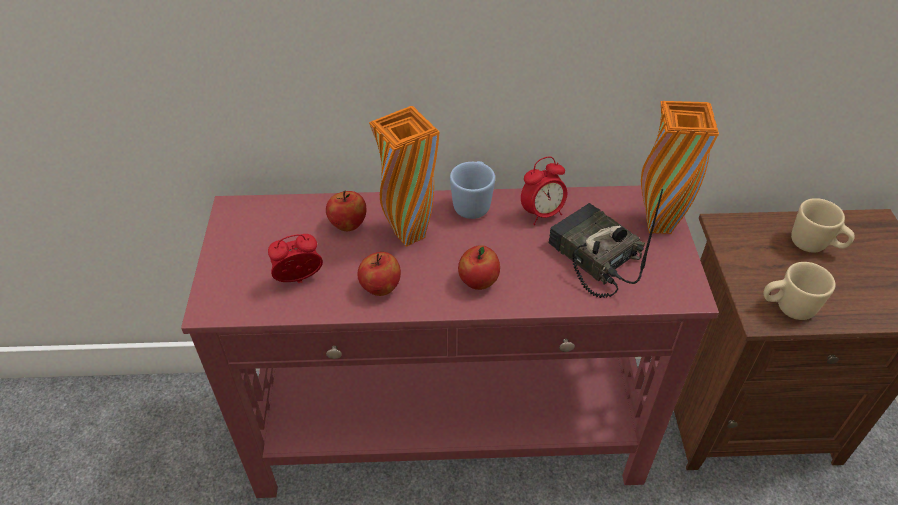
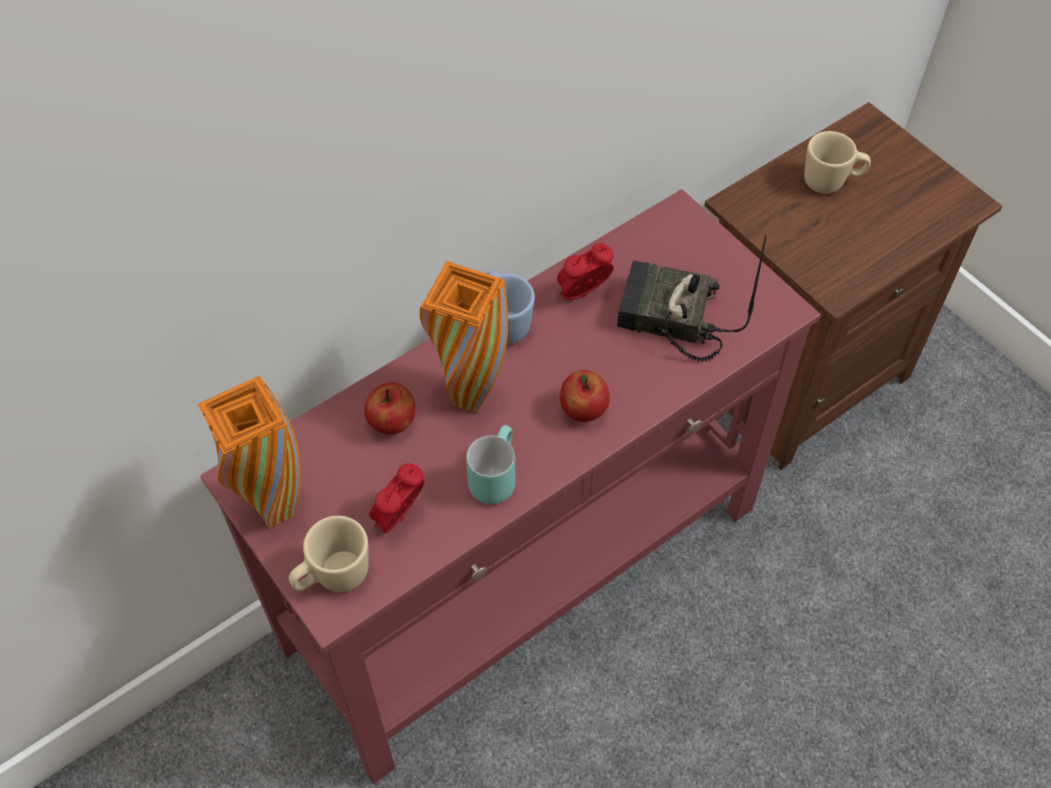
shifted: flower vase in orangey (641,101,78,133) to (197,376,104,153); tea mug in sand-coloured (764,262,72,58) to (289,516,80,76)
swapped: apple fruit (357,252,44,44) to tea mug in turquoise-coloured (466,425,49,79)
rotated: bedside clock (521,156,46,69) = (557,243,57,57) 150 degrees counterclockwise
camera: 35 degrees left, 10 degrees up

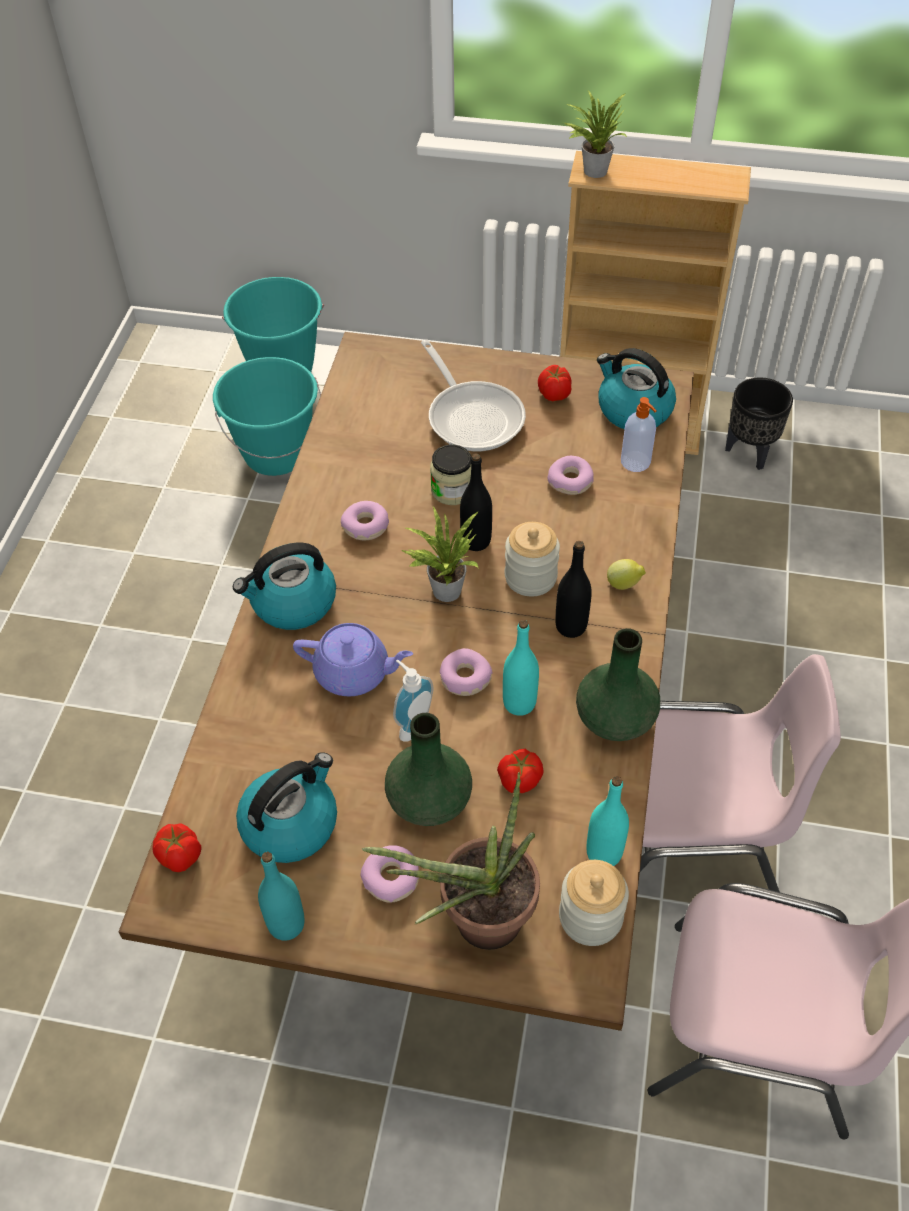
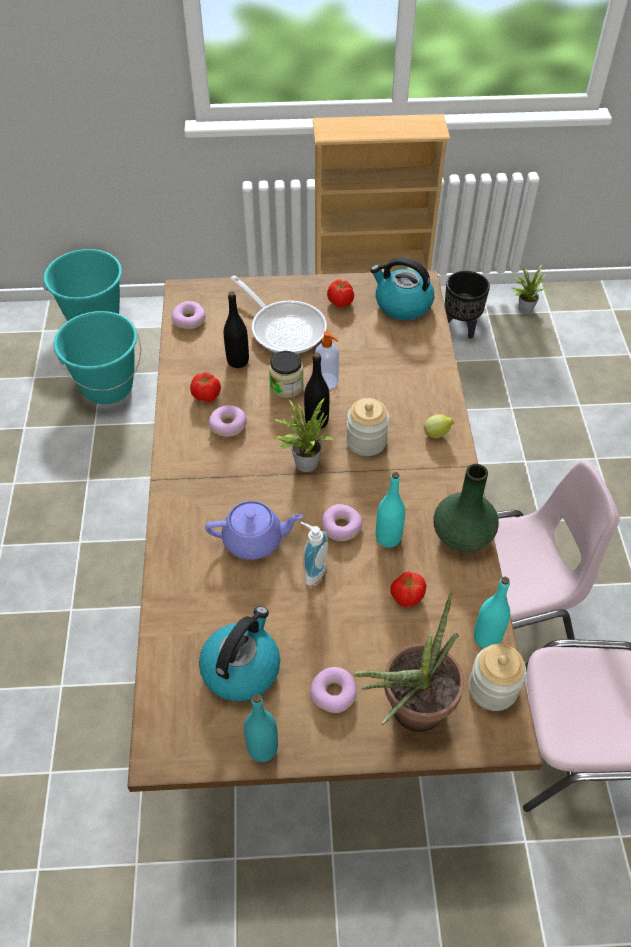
gone: kettle (233,543,103,87); flower vase in greenish (385,713,87,113)
shifted: whole tomato (152,823,50,49) to (190,372,31,30); donut (547,456,47,39) to (172,301,34,28); drink bottle in black (555,541,37,97) to (224,291,25,77); plant in a pot (564,91,63,87) to (512,264,37,50); soap bottle (621,397,36,75) to (315,331,24,58)
camera: 15 degrees left, 0 degrees up

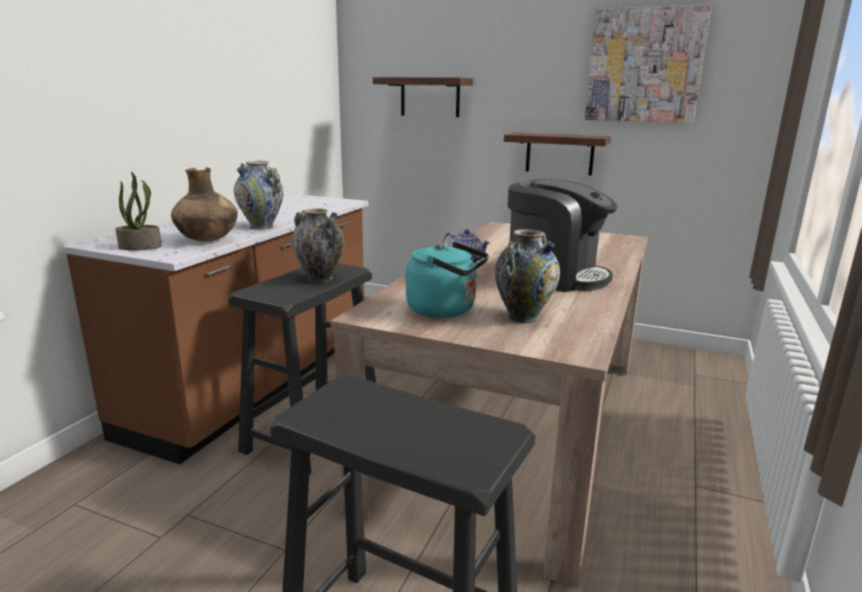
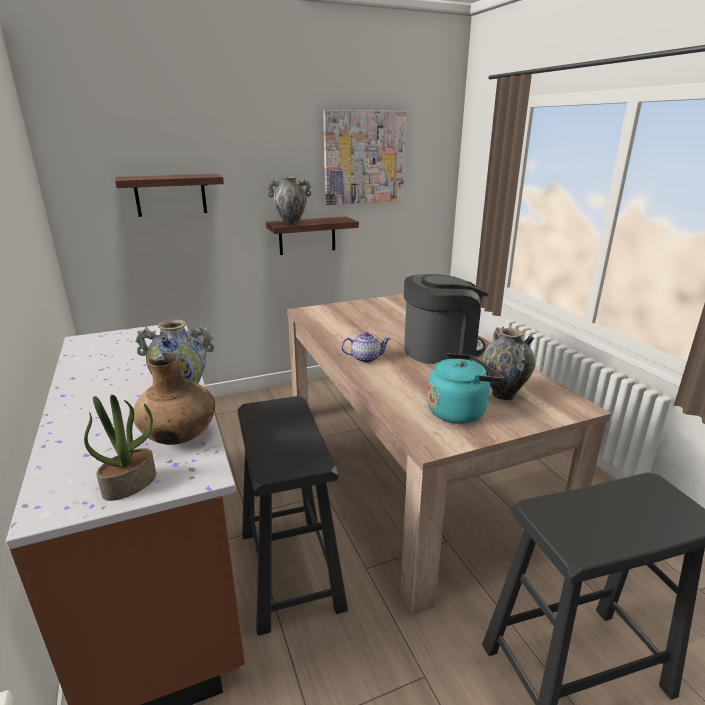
shifted: flower vase (292,208,52,75) to (267,176,44,49)
camera: 45 degrees left, 5 degrees up

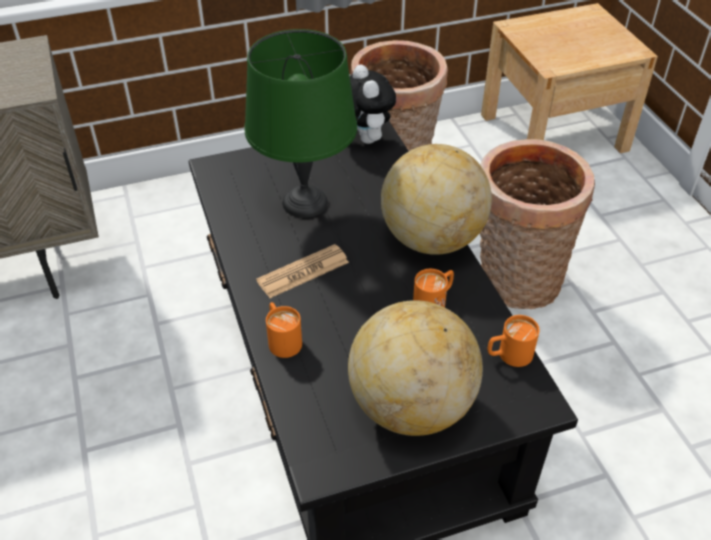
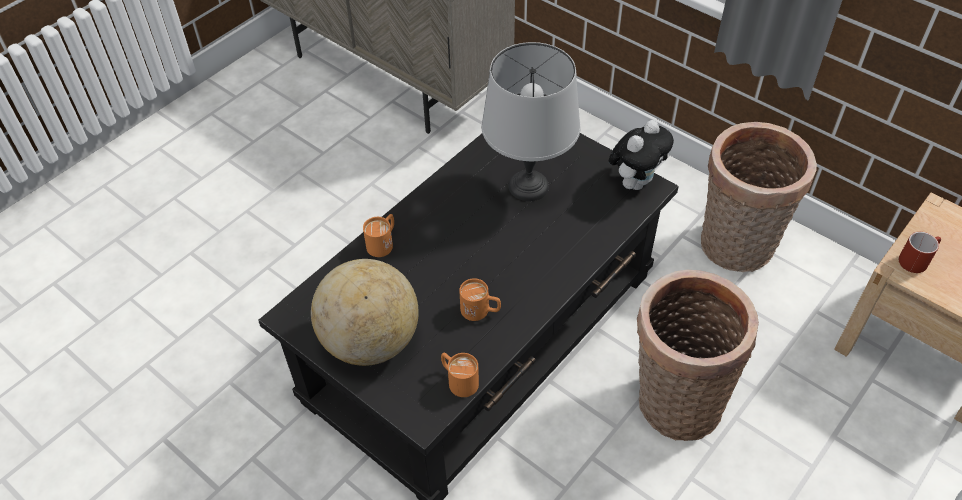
gone: daily paper (256,244,93,54); globe (381,144,111,111)
new: tea mug in red-coloured (899,232,42,41)
repainted: table lamp in greenish (244,29,113,189) to table lamp in gray (481,42,99,159)
camera: 60 degrees right, 5 degrees up

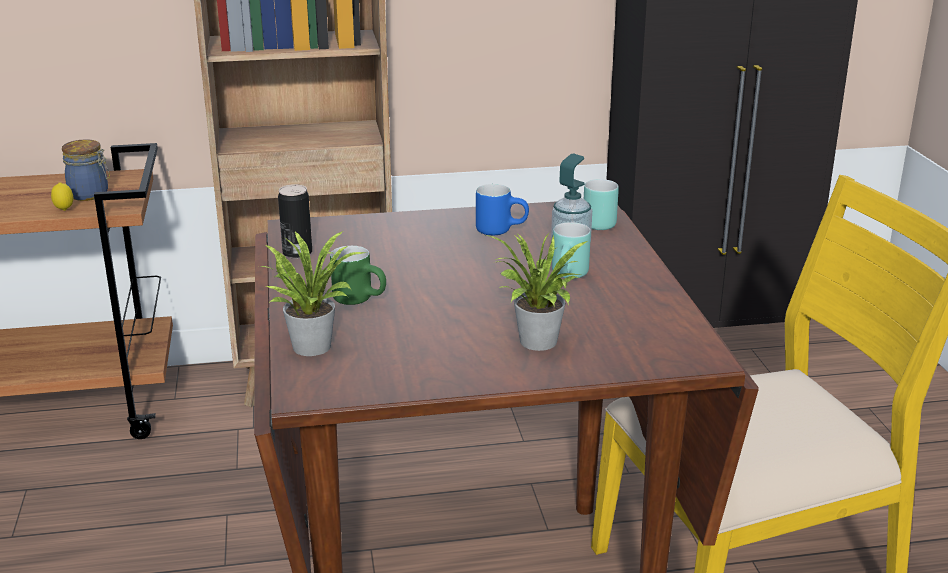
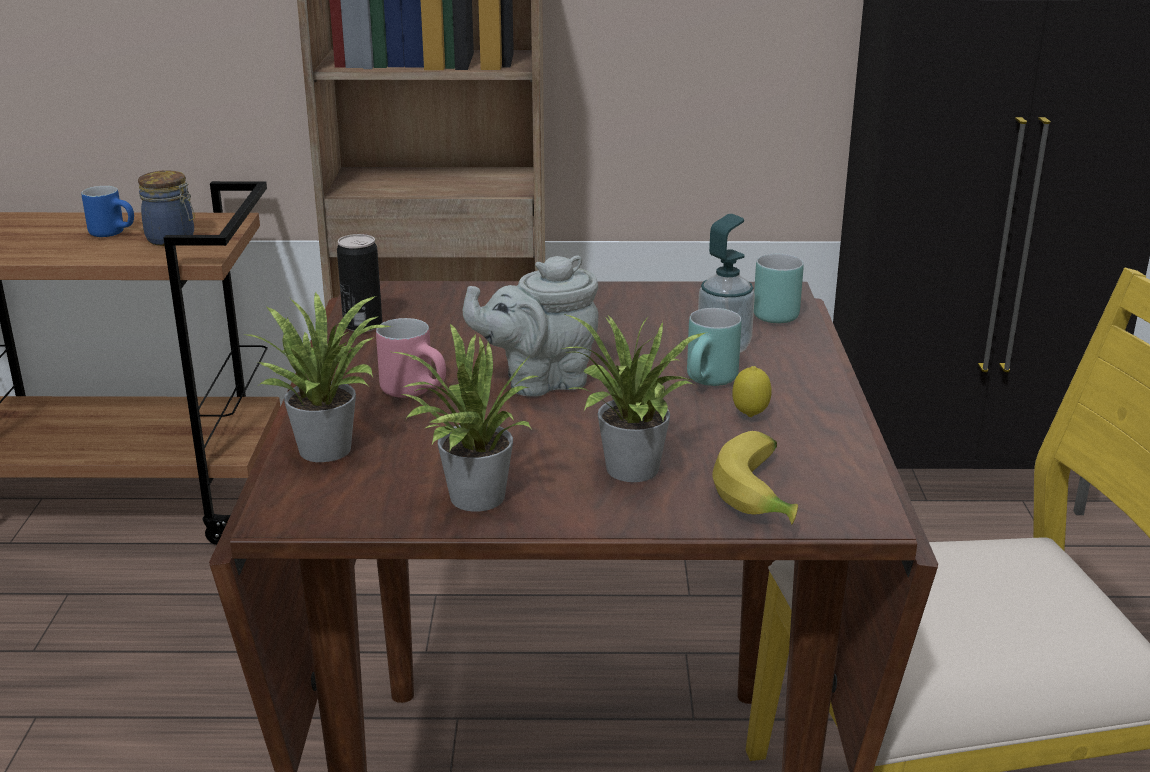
new: plant in a pot (389,323,150,189); teapot in gray (463,255,136,142); whole banana (712,431,86,93)
shifted: citrus fruit (51,182,22,29) to (732,366,40,51); tea mug in blue-coloured (476,184,53,52) to (82,186,52,51)
repainted: tea mug in greenish (330,246,56,59) to tea mug in pink (376,318,70,80)
camera: 10 degrees right, 0 degrees up

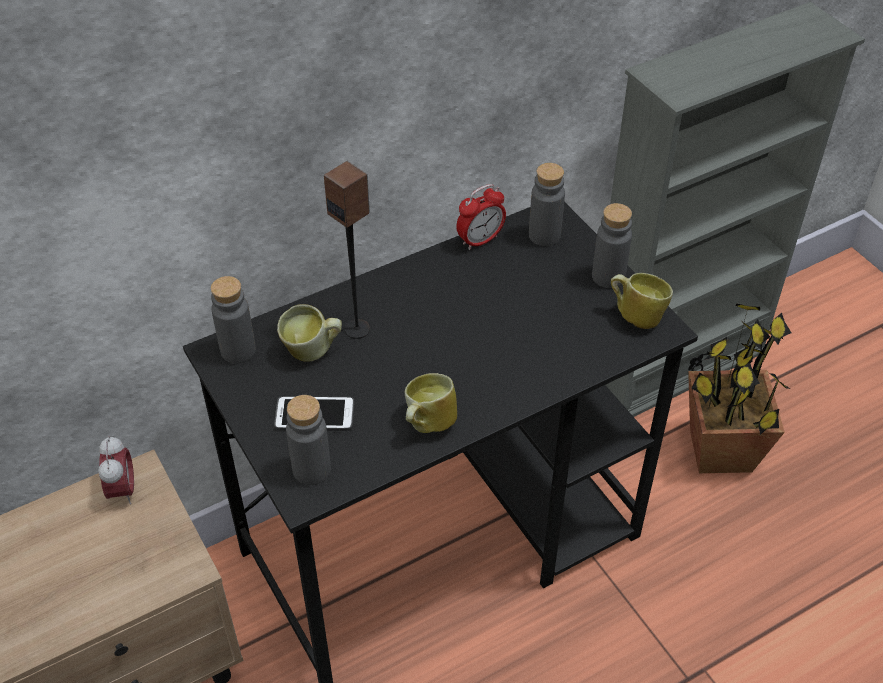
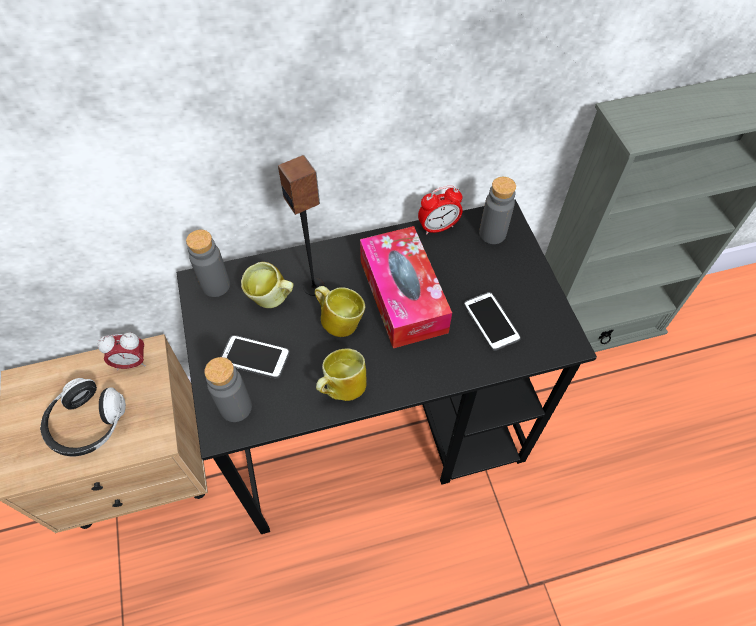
gone: drink bottle in gray (592,203,40,85); plant in a pot (688,303,104,170)
new: headphones (40,378,86,78); tissue box (360,226,92,122); handset (464,292,57,59)
shifted: tea mug (611,273,62,56) to (315,286,50,51)
rotated: bedside clock (98,436,36,68) = (97,333,49,37) 75 degrees clockwise
camera: 15 degrees right, 10 degrees up

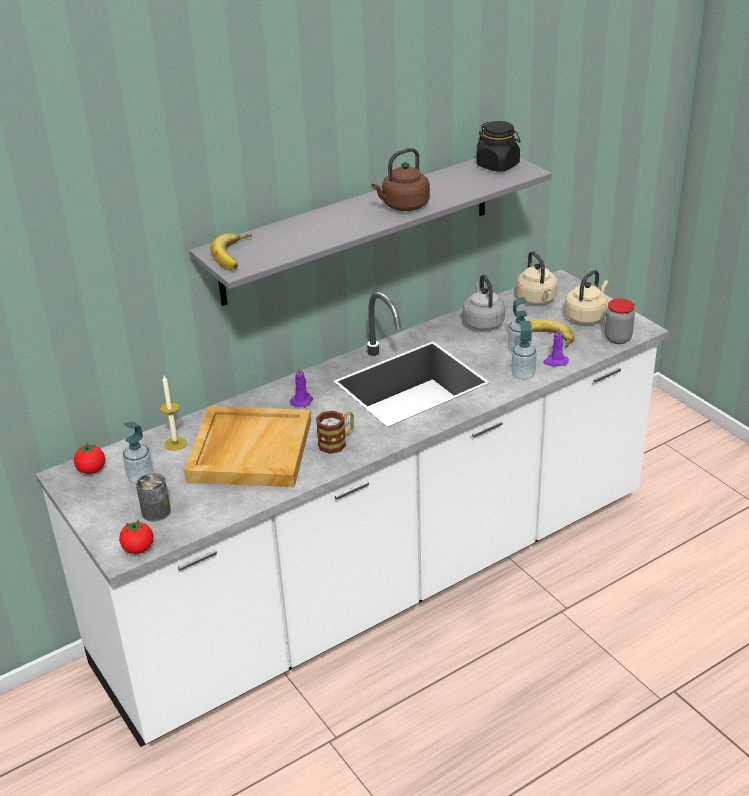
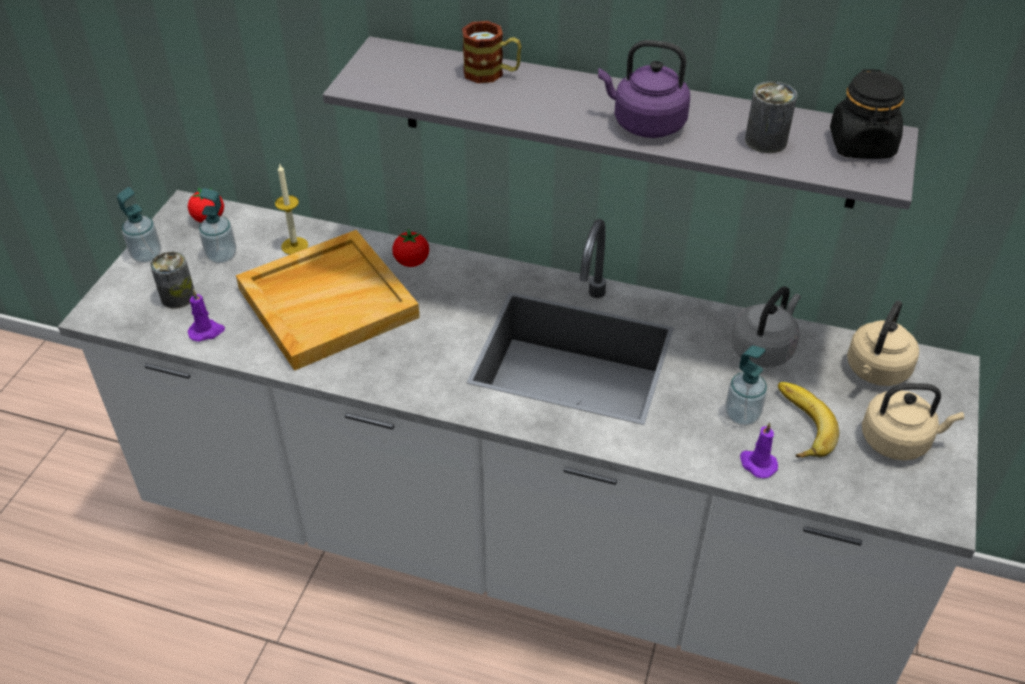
gone: whole banana (210,233,42,37); jar (605,298,30,46)
new: sealed can (745,81,52,72)
shifted: whole tomato (119,519,34,35) to (392,229,37,38); candle in purplish (290,367,23,40) to (188,289,37,53); tea mug (316,410,38,44) to (462,21,59,62); soap bottle (511,321,26,59) to (117,187,44,76)
repainted: kettle in brownish (371,148,59,63) to kettle in purplish (598,40,92,98)
camera: 50 degrees right, 10 degrees up

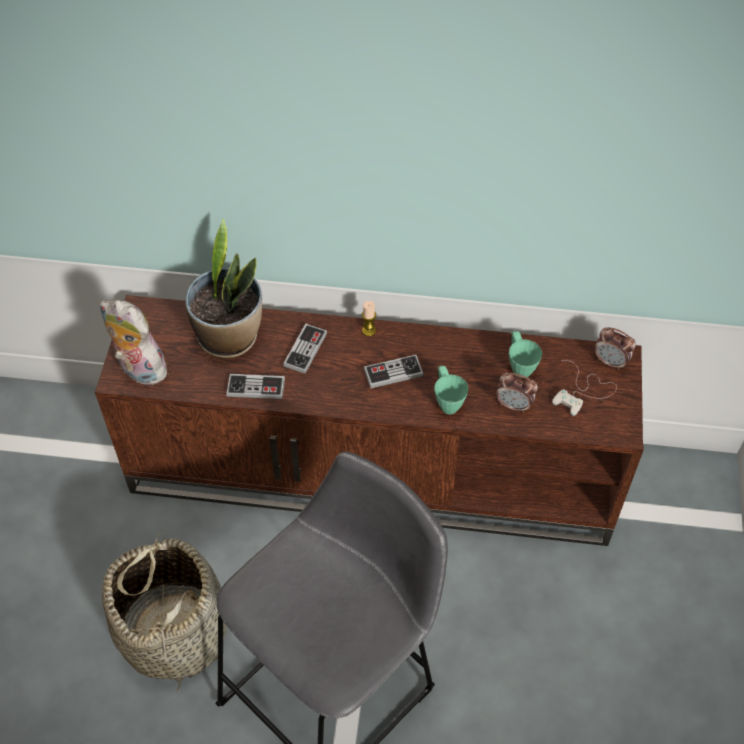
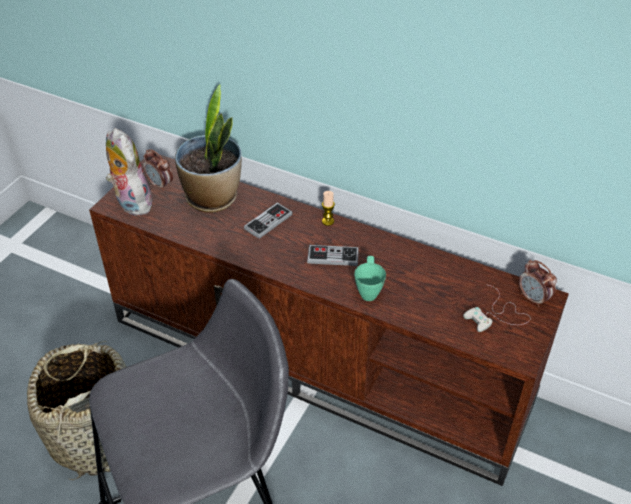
gone: gamepad (226,374,59,25); tea mug in greenish (509,331,33,48)
shifted: bedside clock (496,372,42,41) to (143,149,30,42)
camera: 20 degrees right, 10 degrees down

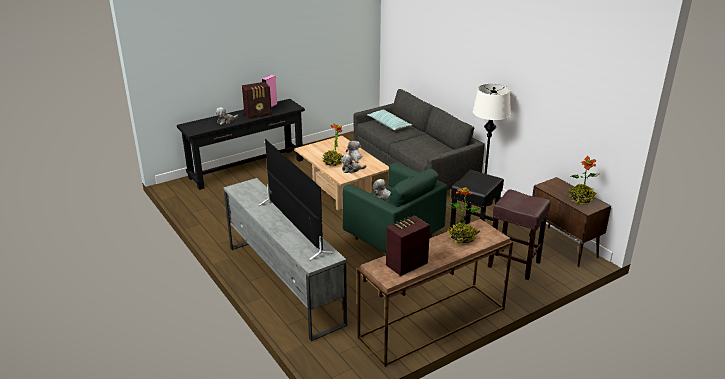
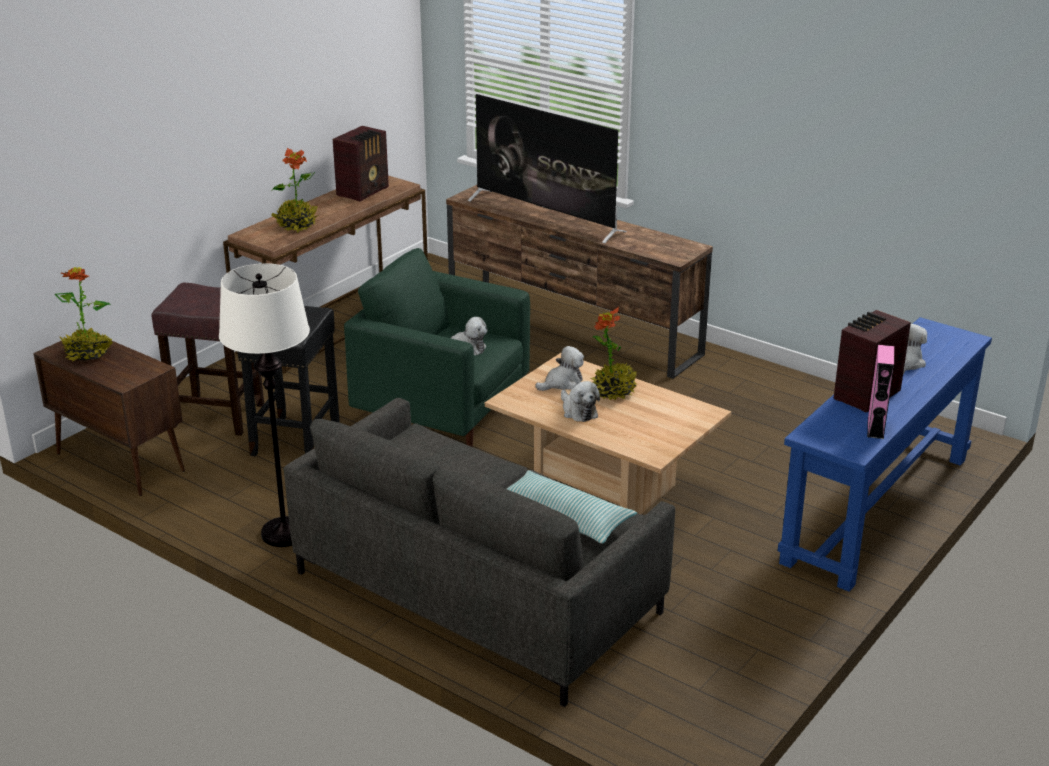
repainted: console table in black (177,99,128,91) to console table in blue-coloured (778,317,214,275); media console in gray (224,178,123,163) to media console in brownish (446,185,267,194)
camera: 160 degrees right, 0 degrees up

